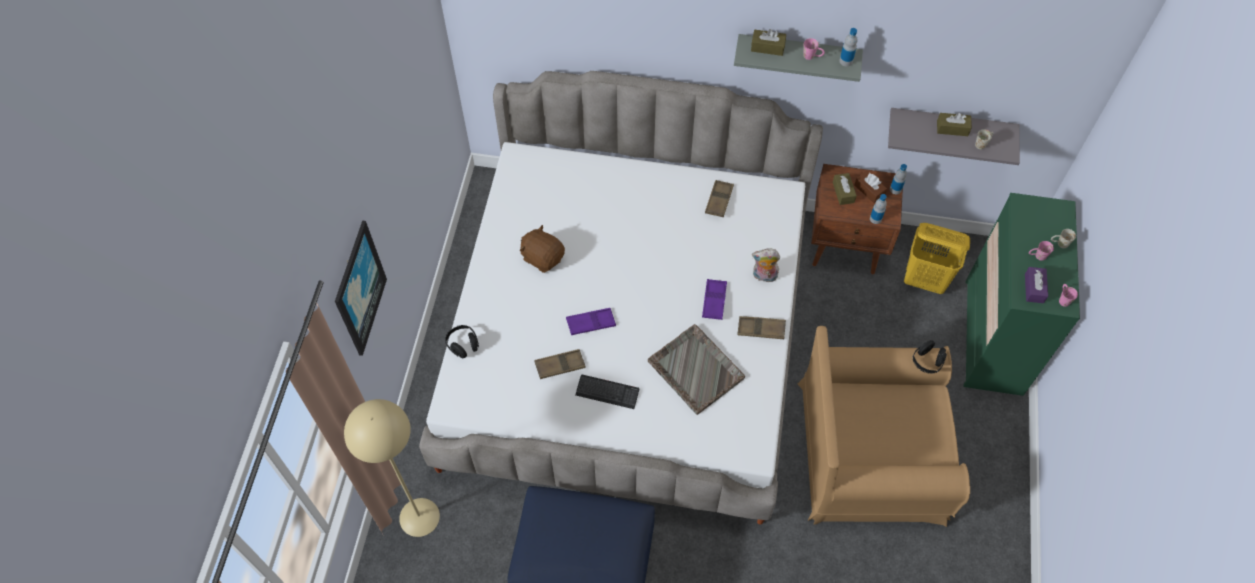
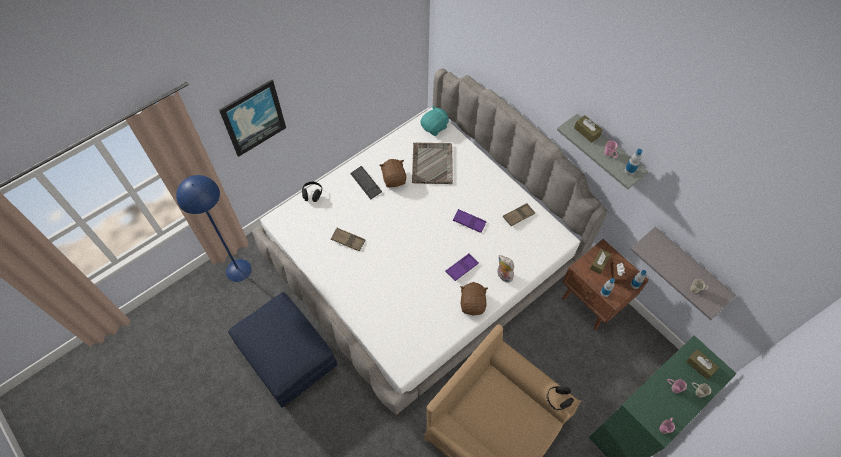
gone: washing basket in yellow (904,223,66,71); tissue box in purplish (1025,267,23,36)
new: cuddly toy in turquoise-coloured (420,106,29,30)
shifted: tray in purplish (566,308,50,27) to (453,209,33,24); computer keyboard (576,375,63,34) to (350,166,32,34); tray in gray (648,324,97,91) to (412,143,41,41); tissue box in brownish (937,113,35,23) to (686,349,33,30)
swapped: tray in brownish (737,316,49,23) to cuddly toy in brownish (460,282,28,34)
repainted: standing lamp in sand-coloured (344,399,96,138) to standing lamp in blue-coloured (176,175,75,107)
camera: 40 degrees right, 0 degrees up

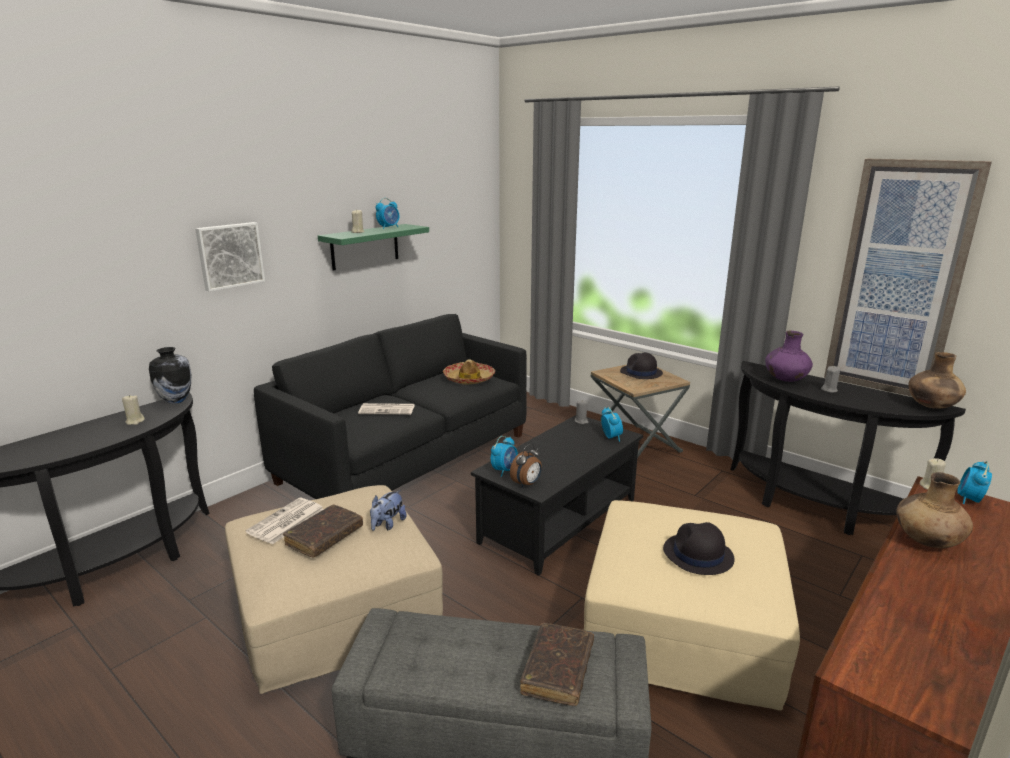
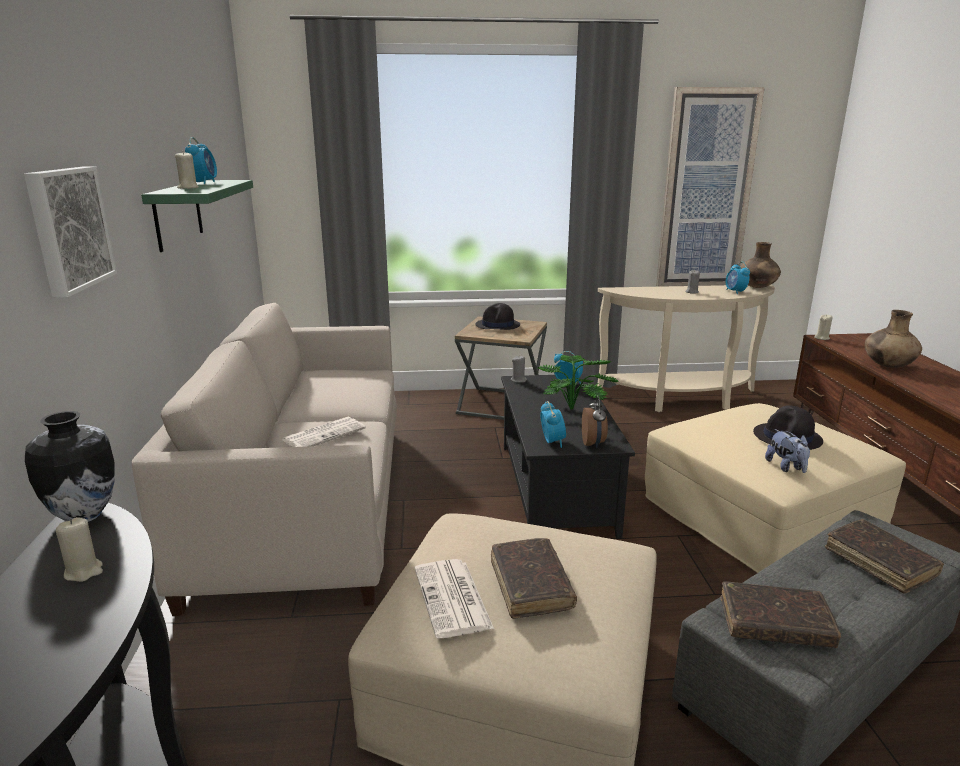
gone: wearable hat (443,359,52,25); flower vase in purplish (765,331,48,51)
new: plant in a pot (538,355,81,54); book in brownish (721,581,120,67)
shifted: cuddly toy (370,490,36,41) to (765,429,45,44); bedside clock (957,461,35,43) to (726,262,24,32)
repainted: settee in black (254,314,273,185) to settee in sand-coloured (132,303,265,313); console table in black (730,361,236,174) to console table in sand-coloured (597,285,178,127)
camera: 45 degrees left, 0 degrees up

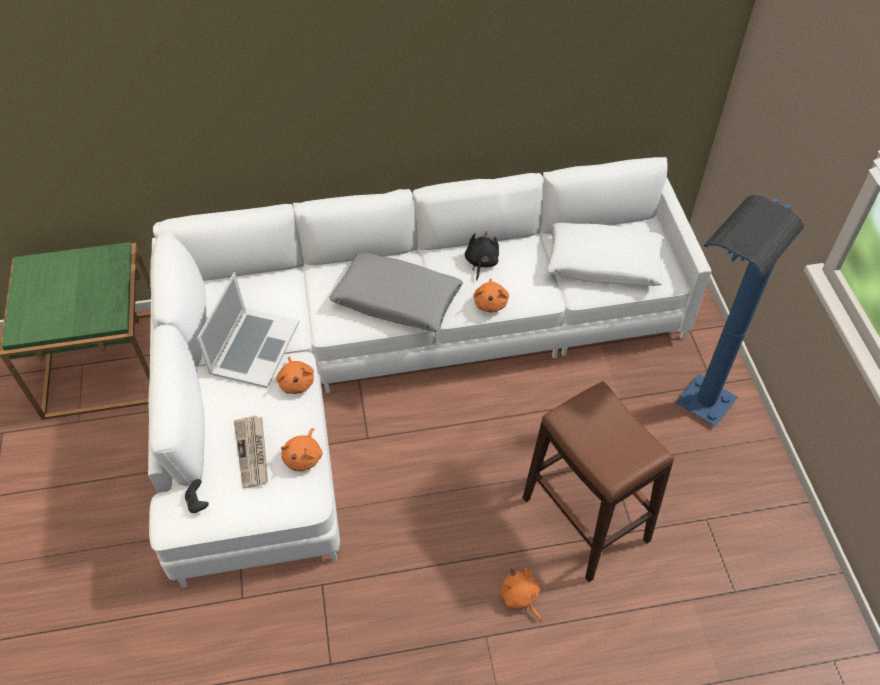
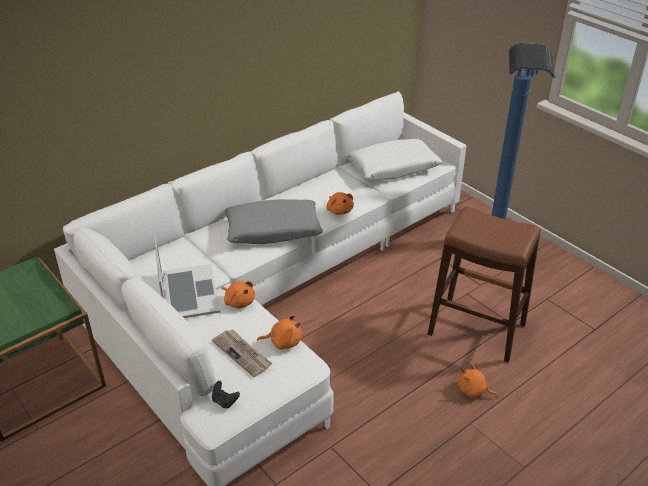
gone: cuddly toy in black (465,231,34,50)
rotated: cuddly toy in orangey (281,428,41,43) = (257,314,45,36) 75 degrees counterclockwise
camera: 30 degrees left, 15 degrees down

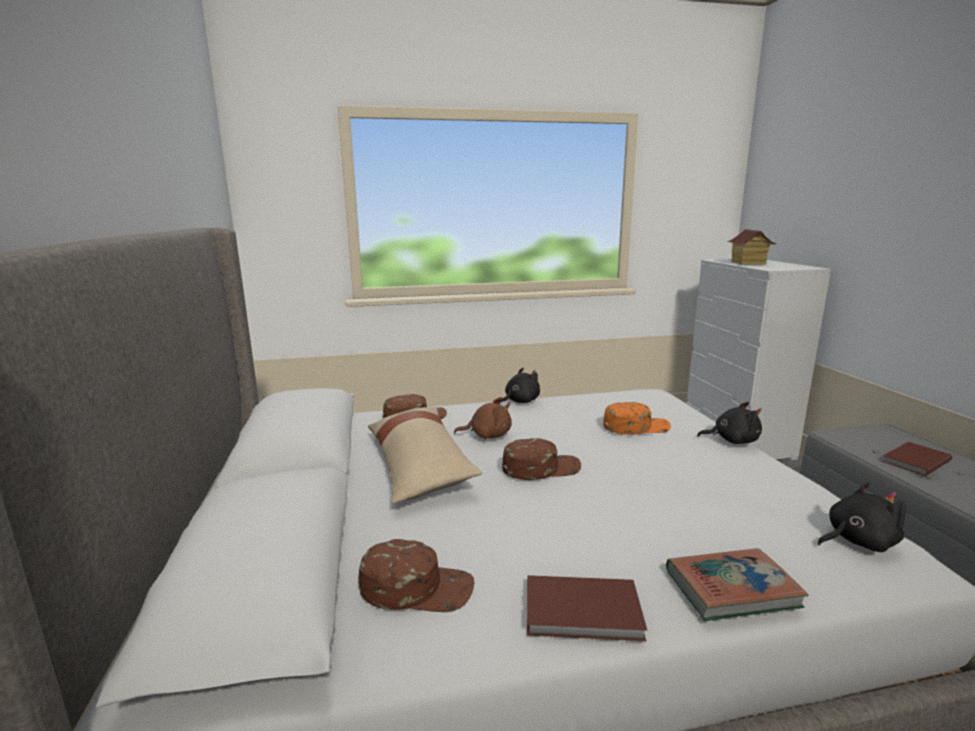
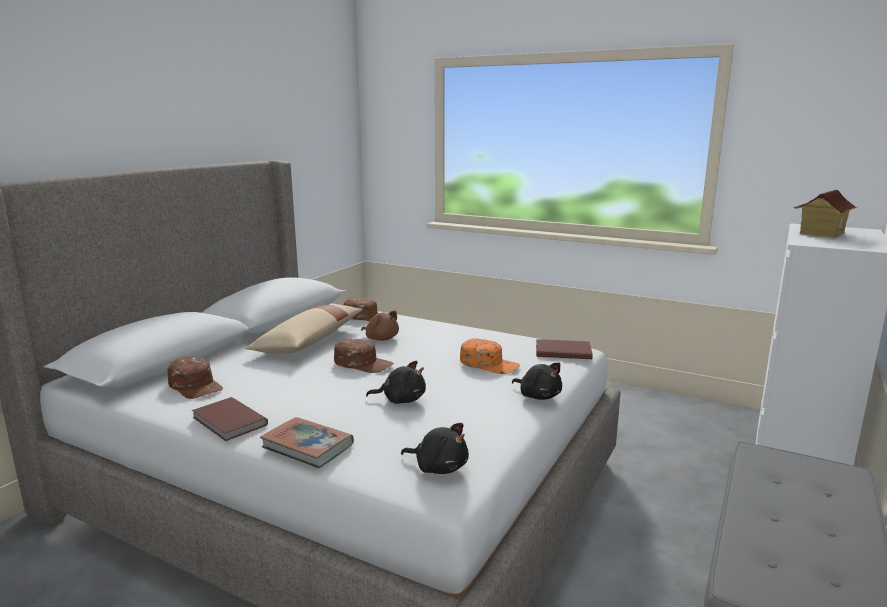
shifted: cuddly toy in black (501,368,39,35) to (366,361,60,43); book in brownish (882,442,70,34) to (536,339,57,20)
camera: 40 degrees right, 0 degrees up

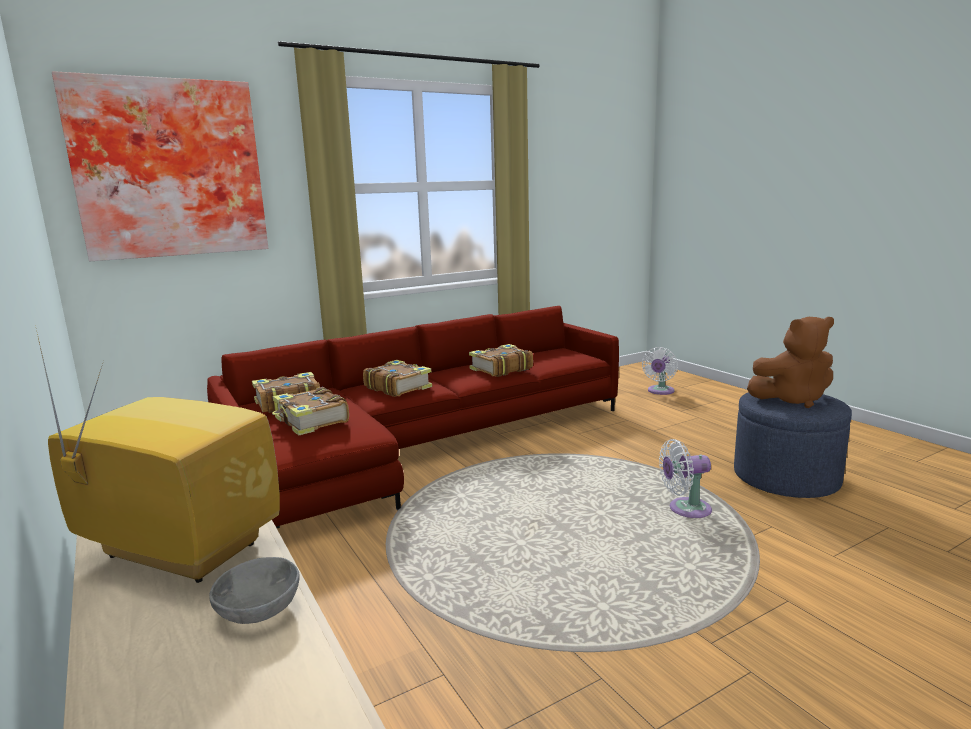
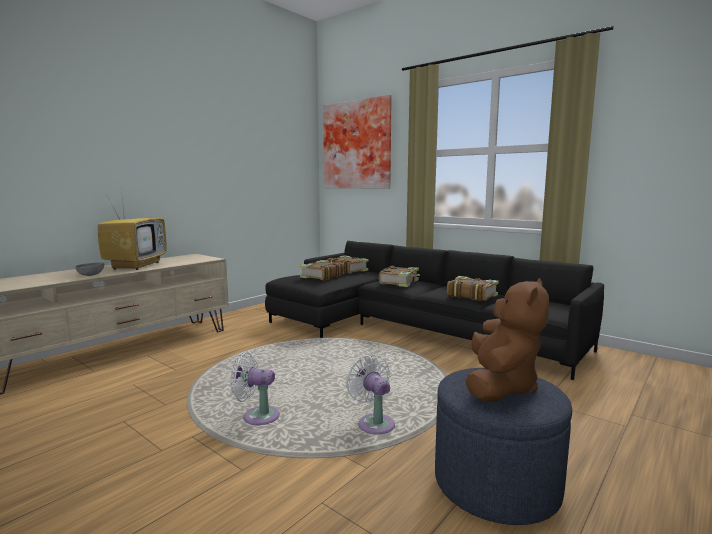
shifted: electric fan in whitish (642,347,36,48) to (230,352,50,73)
repainted: settee in red-coloured (207,306,412,222) to settee in black (265,241,339,139)
rotated: cuddly toy in brownish (747,317,87,91) = (466,278,83,124) 135 degrees counterclockwise
camera: 70 degrees right, 5 degrees down

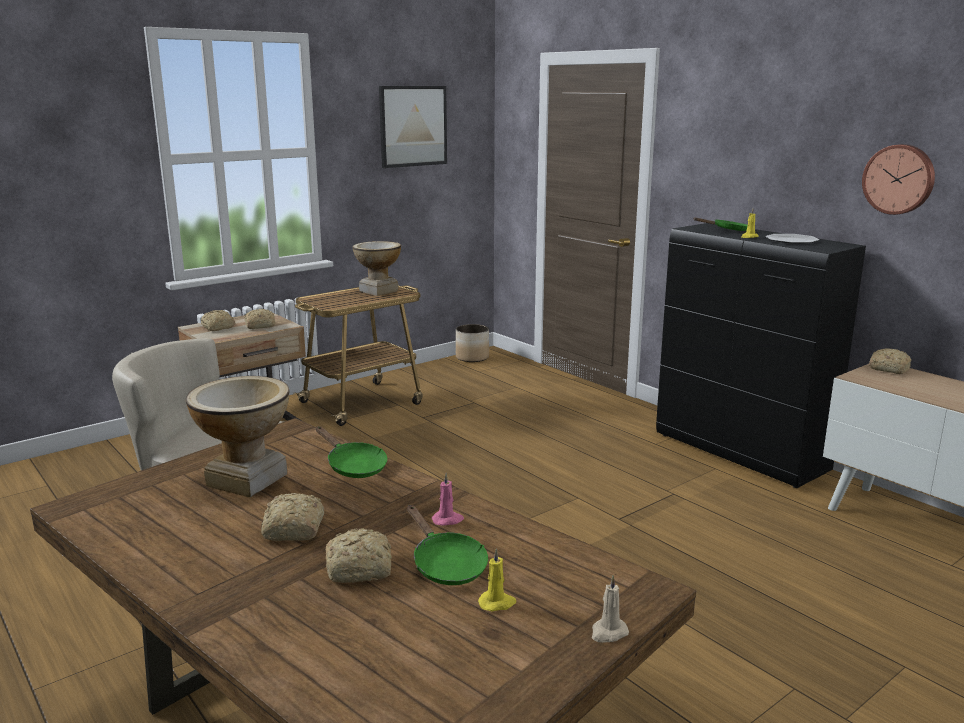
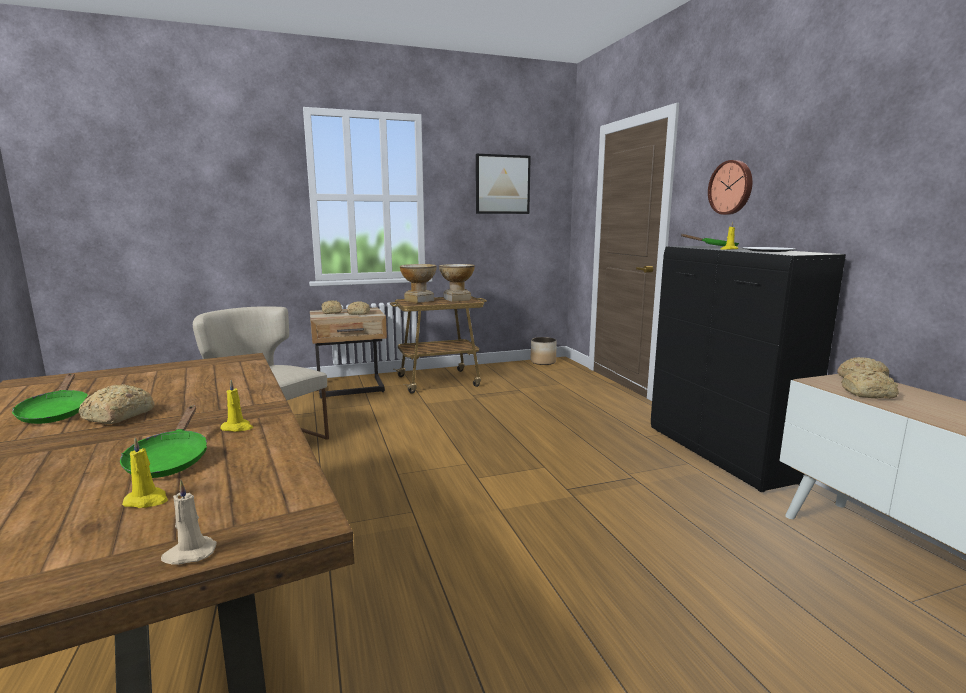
shifted: flower vase (186,376,103,121) to (400,264,37,39); pan in greenish (316,426,71,52) to (12,373,76,51); bakery bread (326,528,66,55) to (841,369,57,30); clock on the wall (862,144,73,71) to (708,160,44,55)
repainted: candle in pink (432,473,32,53) to candle in yellow (221,380,32,52)
camera: 20 degrees right, 5 degrees down

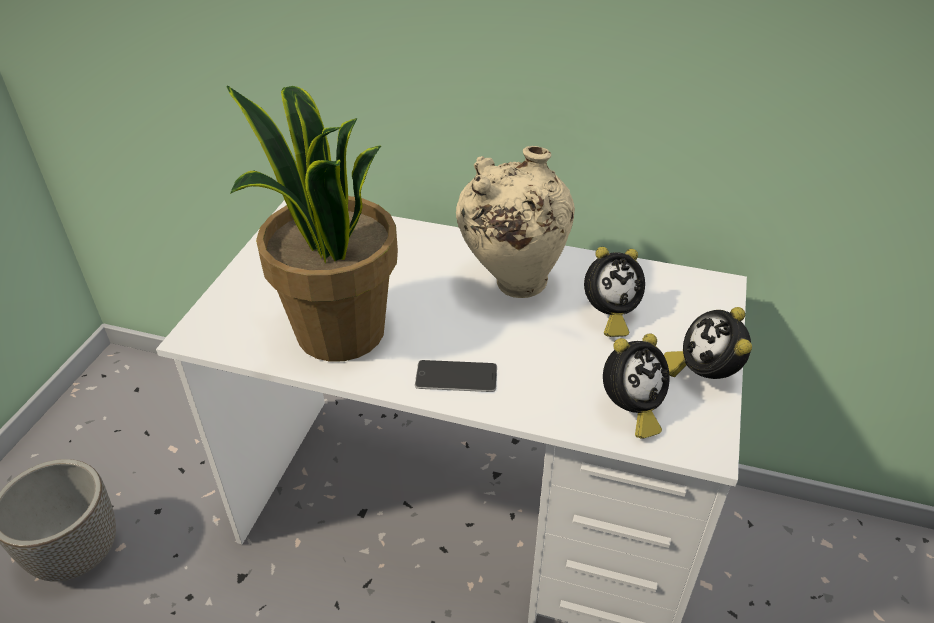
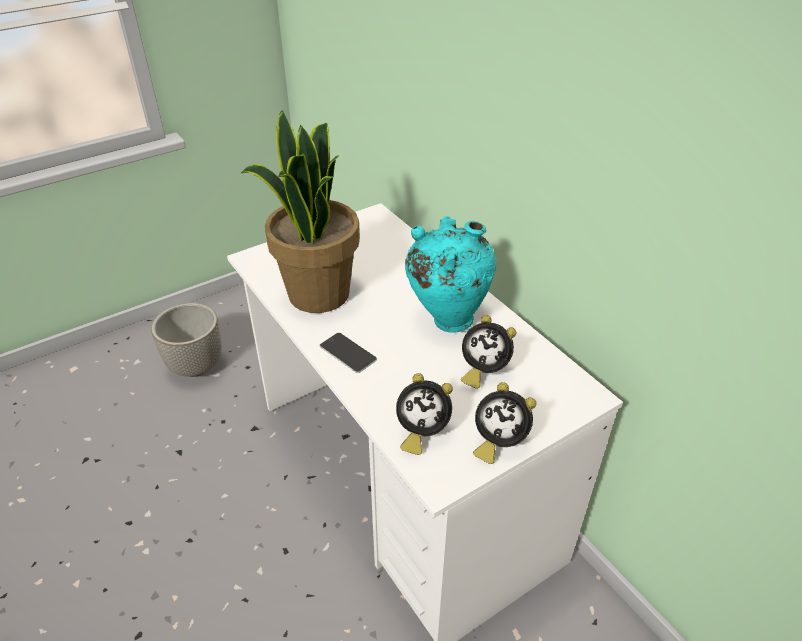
repainted: flower vase in sand-coloured (456,146,119,152) to flower vase in turquoise-coloured (405,216,91,117)
rotated: bedside clock (664,307,88,72) = (473,382,63,82) 105 degrees counterclockwise
camera: 40 degrees right, 0 degrees up

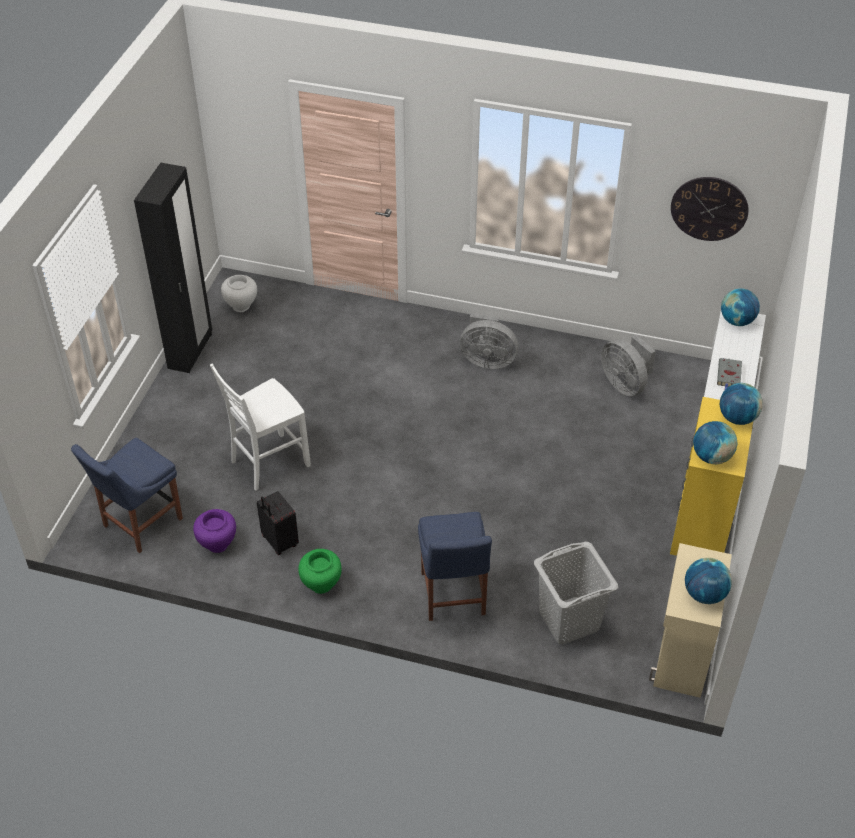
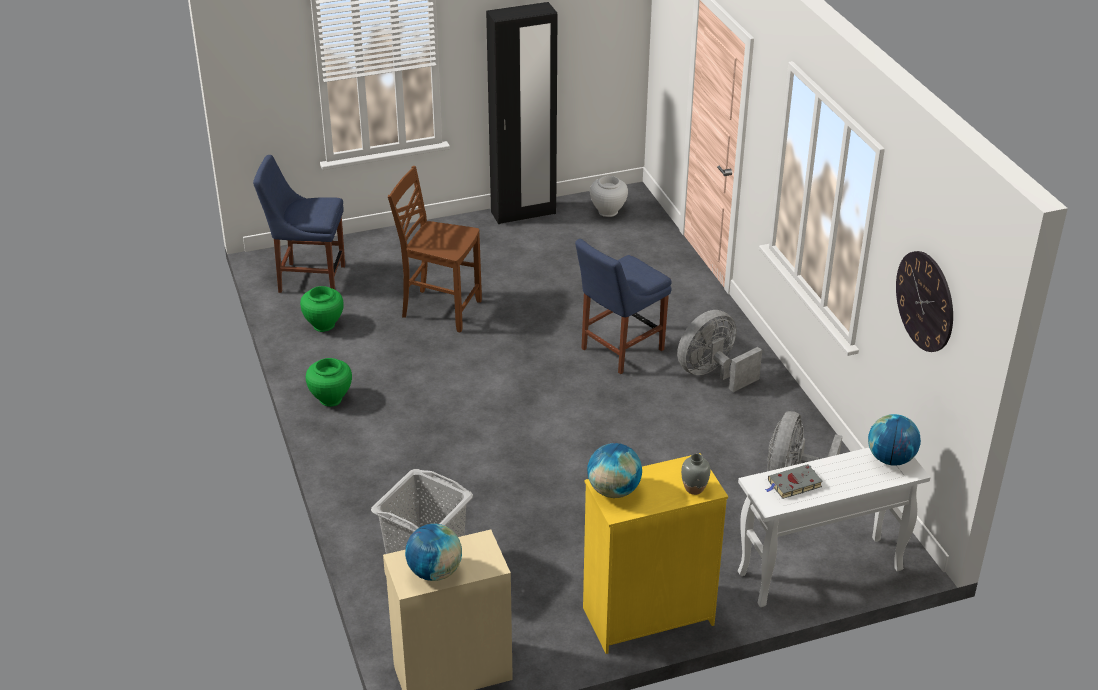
gone: travel case in black (257,491,42,64)
shifted: chair in blue-coloured (418,512,74,109) to (575,239,97,135)
swapped: globe (720,383,43,42) to flower vase in gray (681,454,30,41)
repainted: flower vase in purplish (193,509,43,44) to flower vase in greenish (300,286,44,46); chair in whitish (210,363,101,128) to chair in brownish (388,166,94,166)
rotated: electric fan in gray (460,313,58,56) = (677,310,85,82) 75 degrees clockwise
camera: 55 degrees right, 10 degrees down

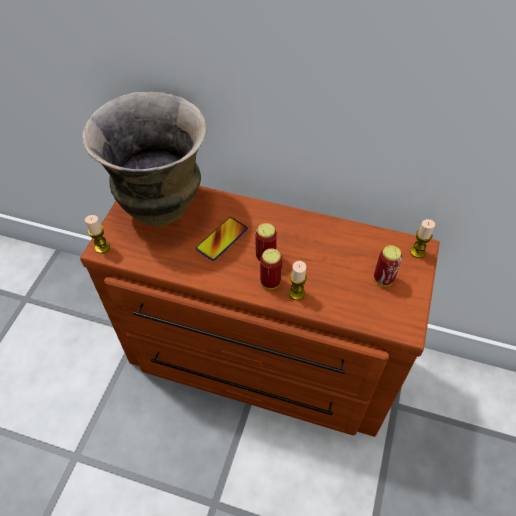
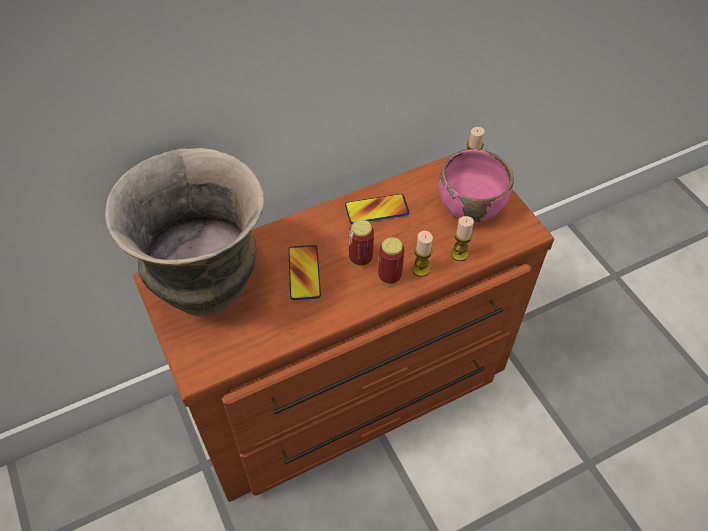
new: handset (345,194,64,30)
shifted: candle (85,215,25,38) to (451,216,23,45)
swapped: sealed can (374,245,28,41) to deep dish in pink (438,149,76,73)
camera: 45 degrees left, 0 degrees up

